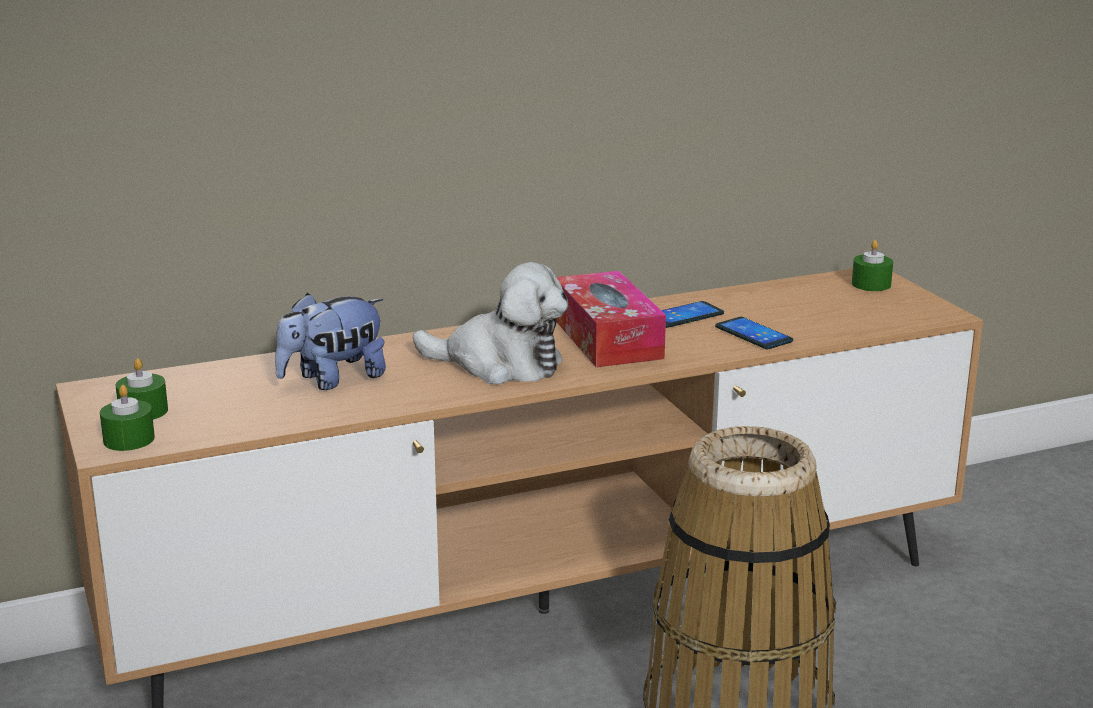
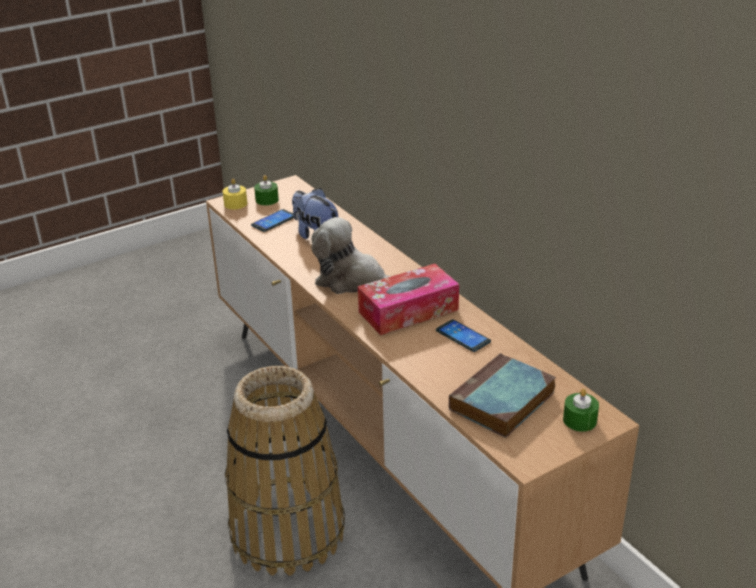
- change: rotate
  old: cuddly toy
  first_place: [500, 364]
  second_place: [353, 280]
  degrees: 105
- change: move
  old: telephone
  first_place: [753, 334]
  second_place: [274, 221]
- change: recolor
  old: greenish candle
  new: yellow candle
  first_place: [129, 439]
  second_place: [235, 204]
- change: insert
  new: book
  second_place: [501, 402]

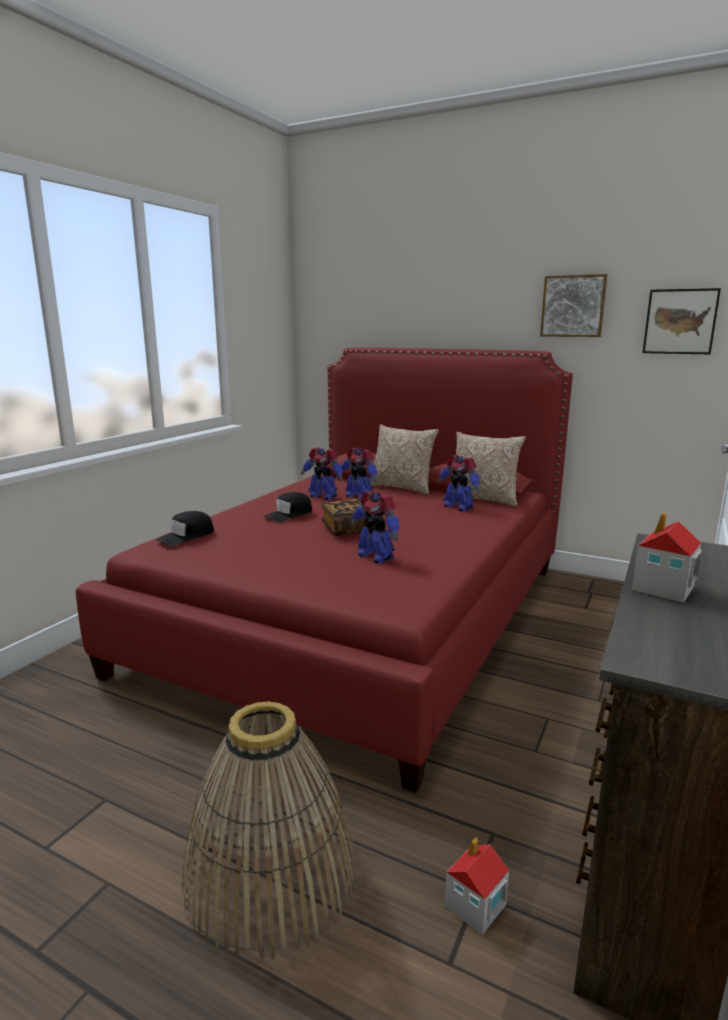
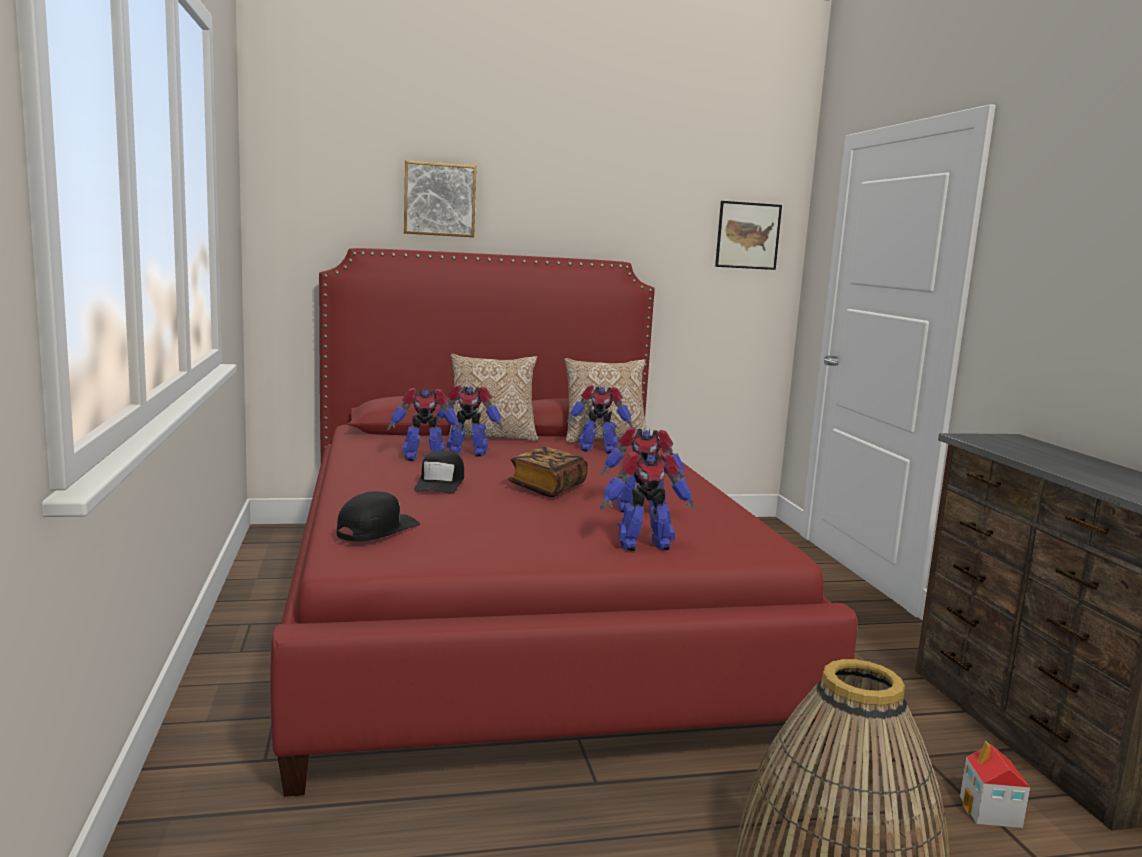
- change: move
  old: wall picture
  first_place: [573, 306]
  second_place: [439, 199]
- change: rotate
  old: black baseball cap
  first_place: [186, 536]
  second_place: [377, 529]
  degrees: -150
- change: delete
  old: model house
  first_place: [662, 588]
- change: insert
  new: model robot
  second_place: [643, 545]

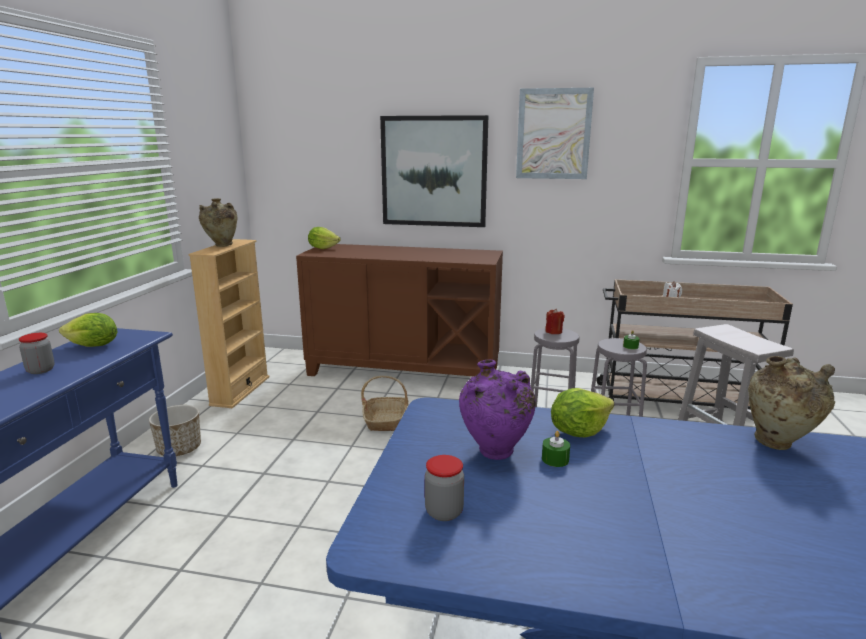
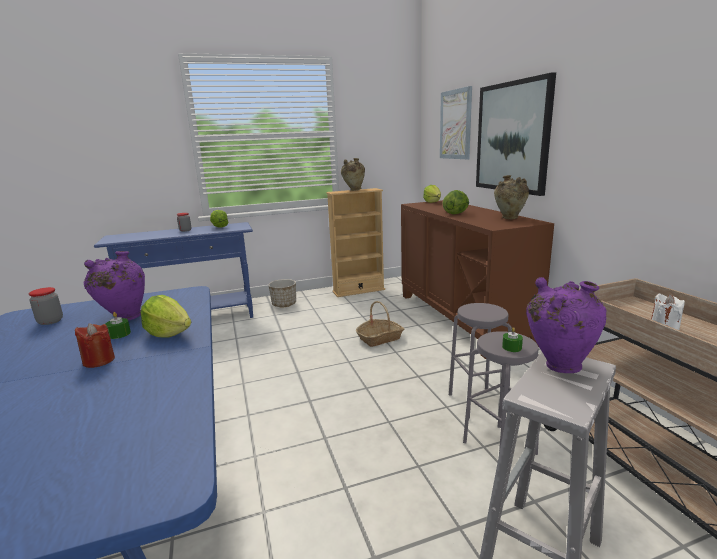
- change: move
  old: wall picture
  first_place: [553, 134]
  second_place: [455, 124]
- change: move
  old: reddish candle
  first_place: [553, 332]
  second_place: [99, 361]
- change: move
  old: beige-coloured flower vase
  first_place: [778, 445]
  second_place: [509, 218]
- change: insert
  new: lettuce
  second_place: [456, 213]
- change: insert
  new: purple flower vase
  second_place: [559, 365]

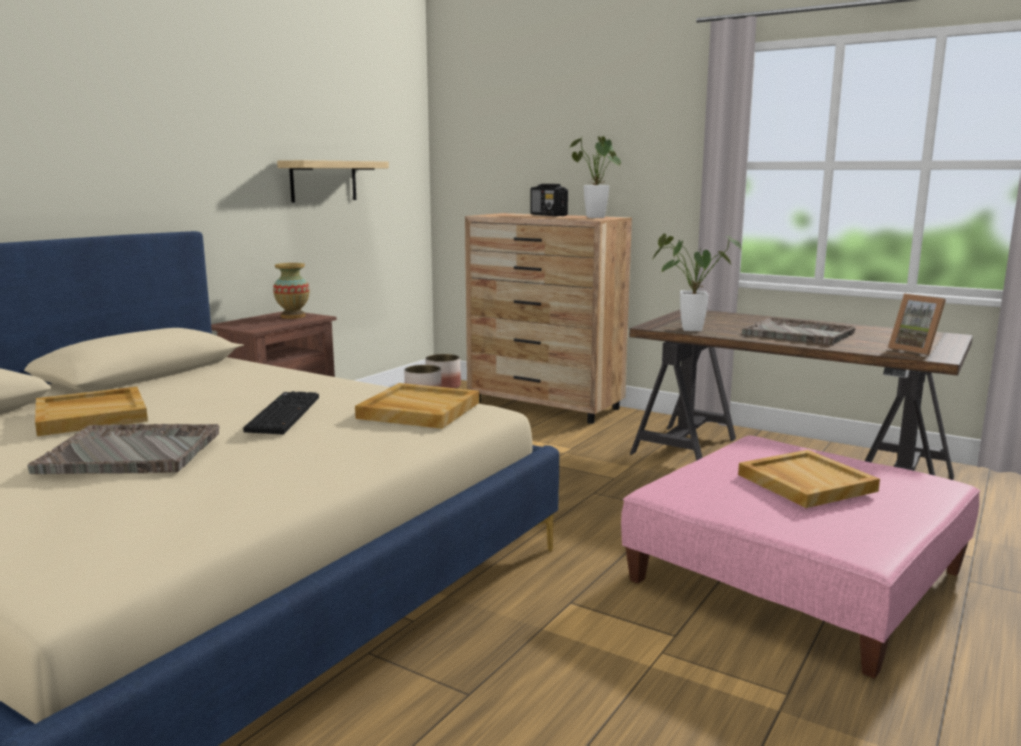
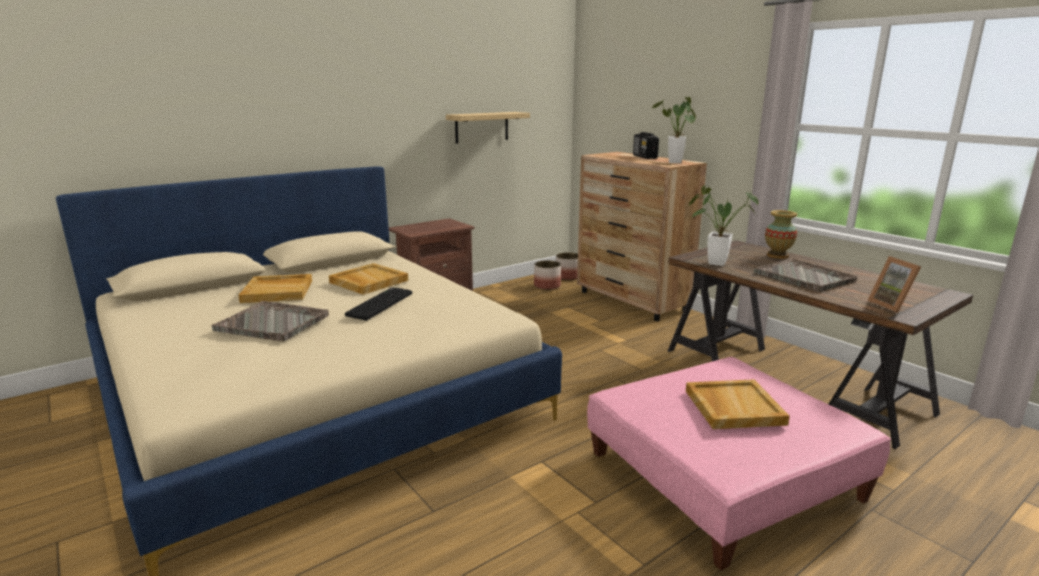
- change: move
  old: flower vase
  first_place: [293, 316]
  second_place: [777, 256]
- change: move
  old: beige-coloured carrying tray
  first_place: [418, 410]
  second_place: [368, 281]

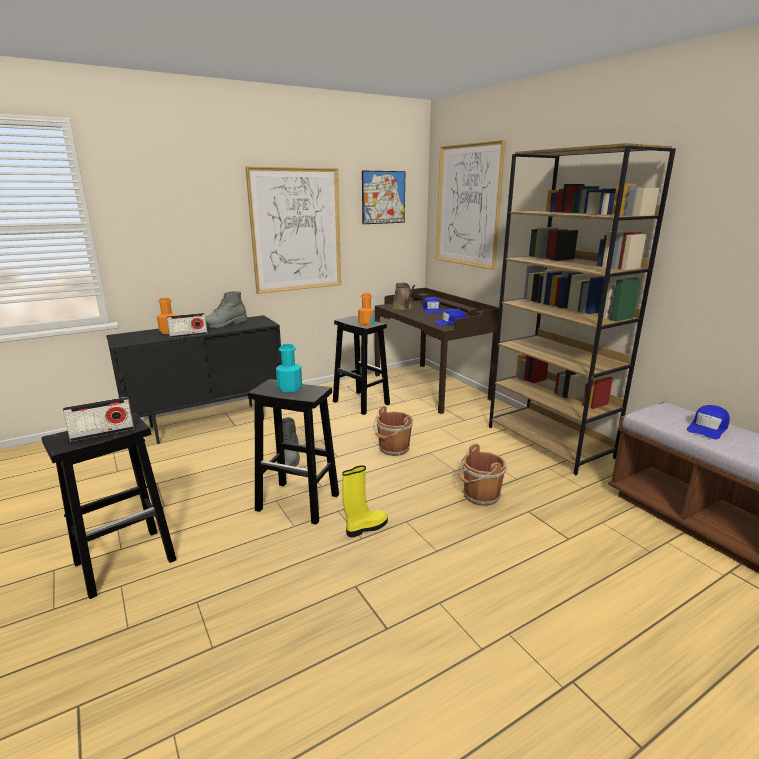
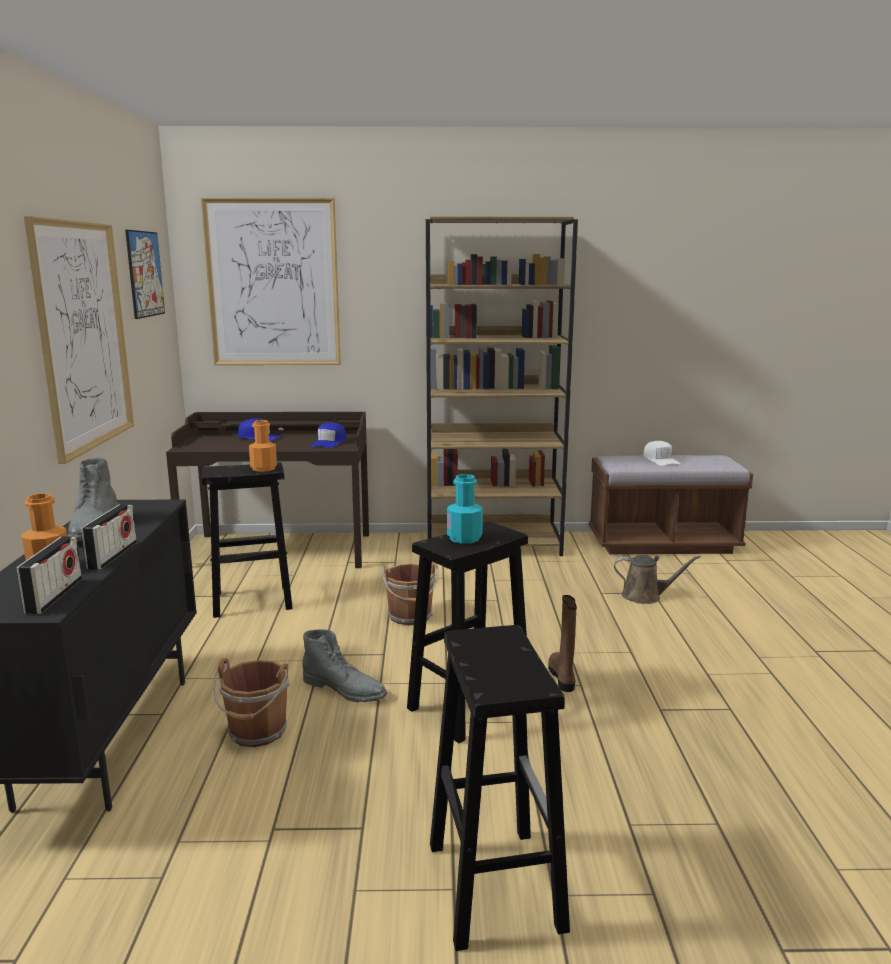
- change: move
  old: brownish sprinkling can
  first_place: [403, 308]
  second_place: [645, 596]
- change: move
  old: radio
  first_place: [103, 433]
  second_place: [54, 596]
- change: recolor
  old: blue-coloured baseball cap
  new: white-coloured baseball cap
  first_place: [708, 428]
  second_place: [660, 460]
- change: move
  old: brownish bucket
  first_place: [480, 496]
  second_place: [257, 732]
- change: recolor
  old: yellow tall boot
  new: brownish tall boot
  first_place: [365, 528]
  second_place: [562, 677]

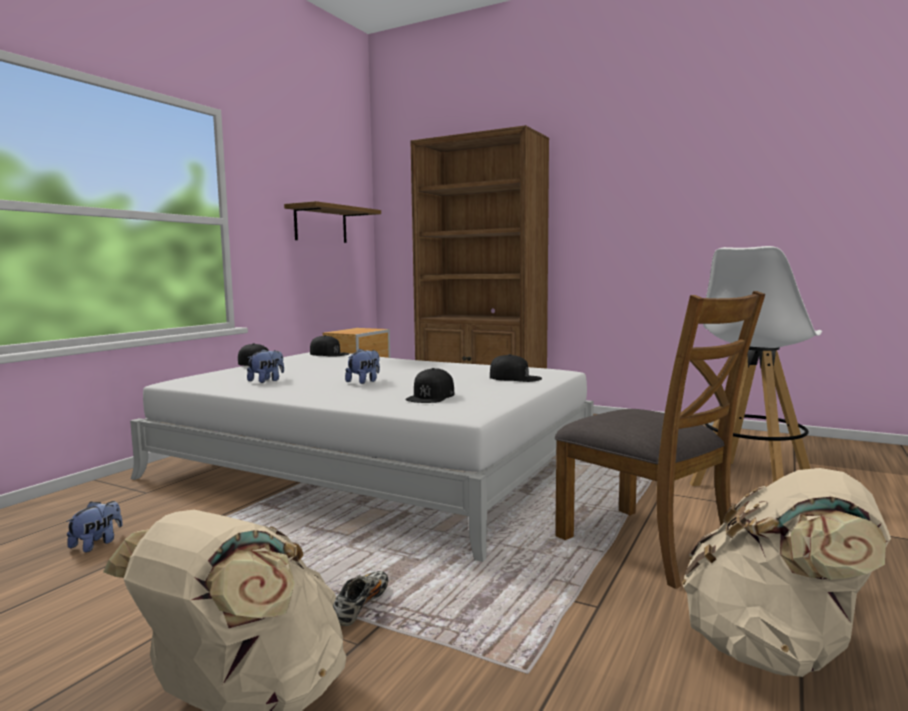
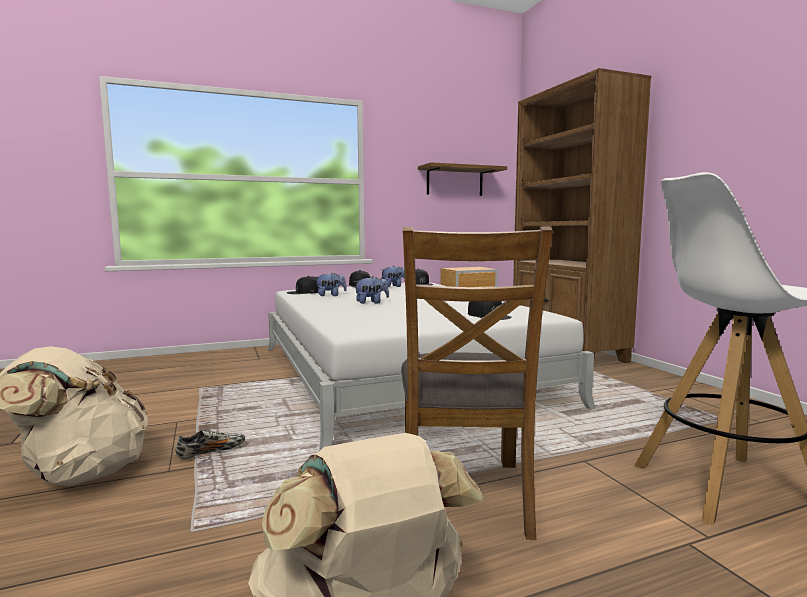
- change: move
  old: black baseball cap
  first_place: [431, 396]
  second_place: [305, 292]
- change: move
  old: cuddly toy
  first_place: [97, 544]
  second_place: [393, 286]

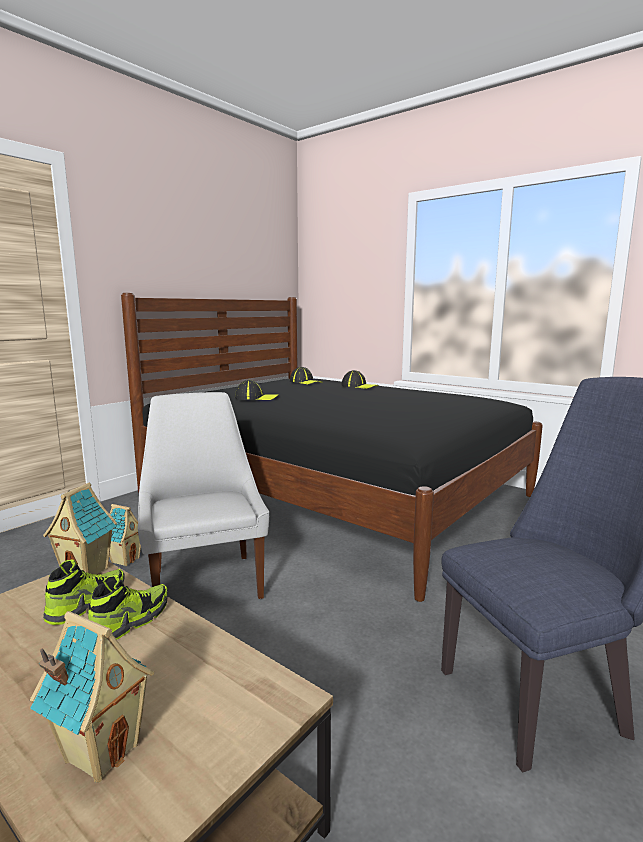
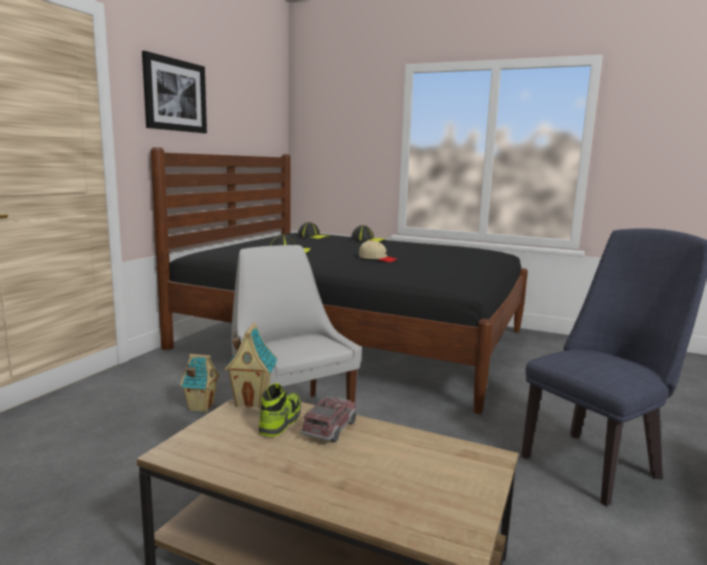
- change: replace
  old: shoe
  new: model truck
  first_place: [130, 621]
  second_place: [330, 429]
- change: delete
  old: model house
  first_place: [101, 751]
- change: insert
  new: wall picture
  second_place: [175, 95]
- change: insert
  new: beige-coloured baseball cap
  second_place: [377, 259]

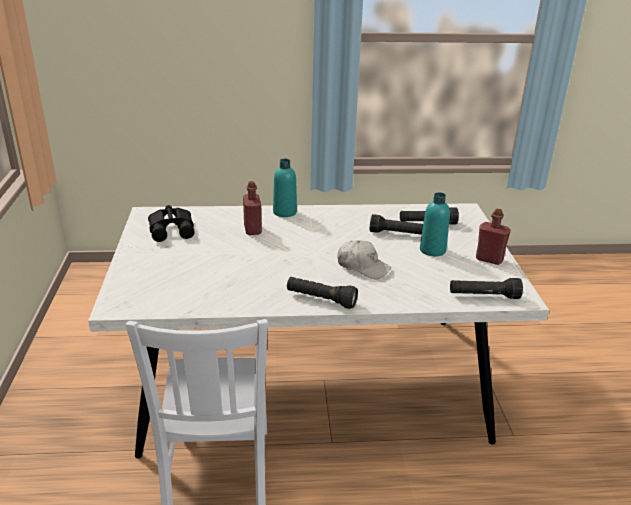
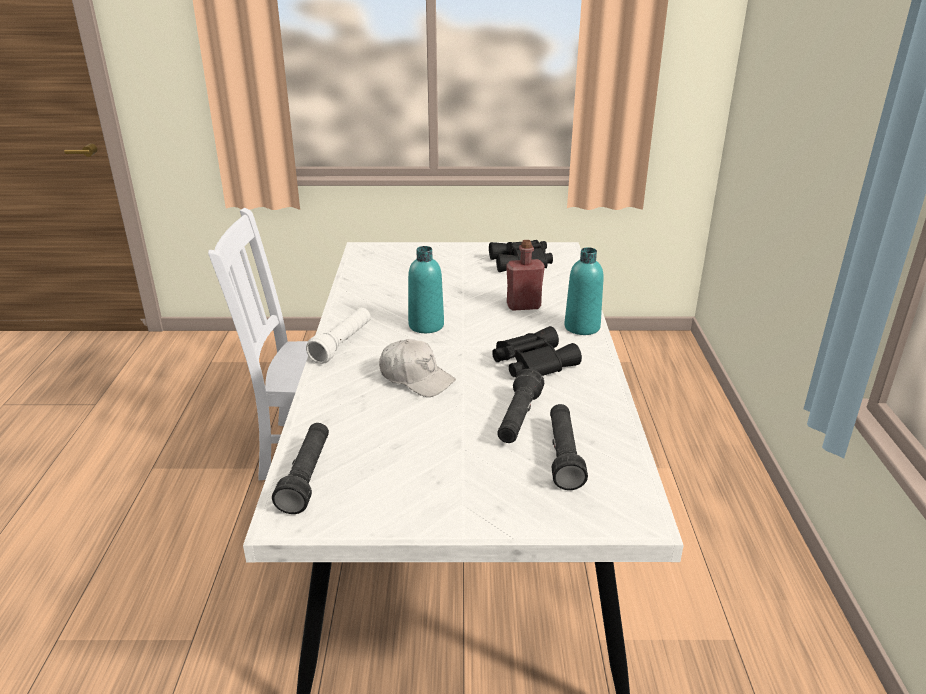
- change: move
  old: blue-green bottle
  first_place: [432, 250]
  second_place: [426, 325]
- change: delete
  old: reddish bottle
  first_place: [489, 259]
- change: rotate
  old: white-coloured baseball cap
  first_place: [363, 266]
  second_place: [416, 378]
  degrees: -90
- change: recolor
  old: black torch
  new: white-coloured torch
  first_place: [321, 300]
  second_place: [342, 344]
- change: insert
  new: black pair of binoculars
  second_place: [532, 362]

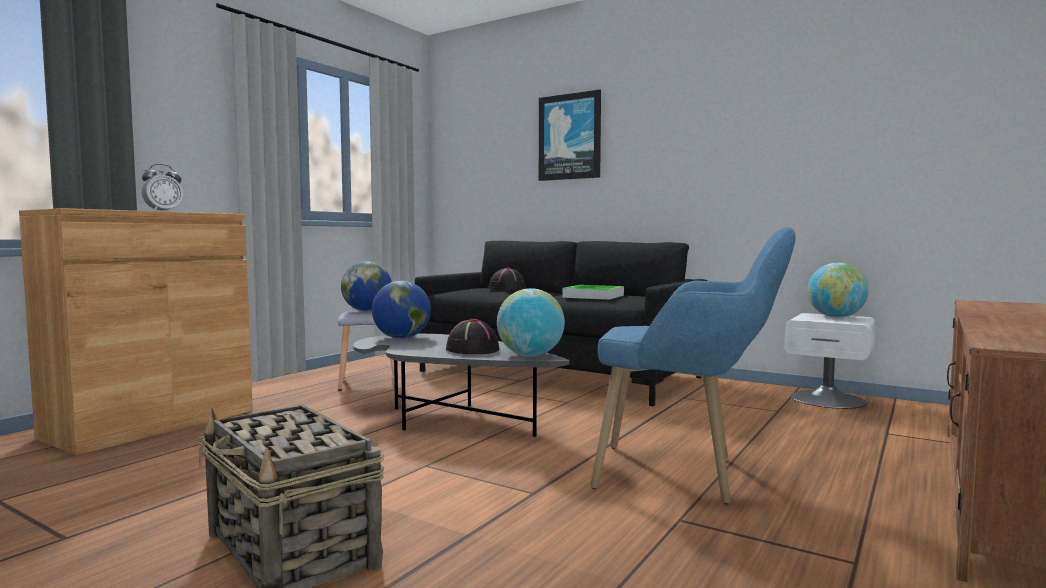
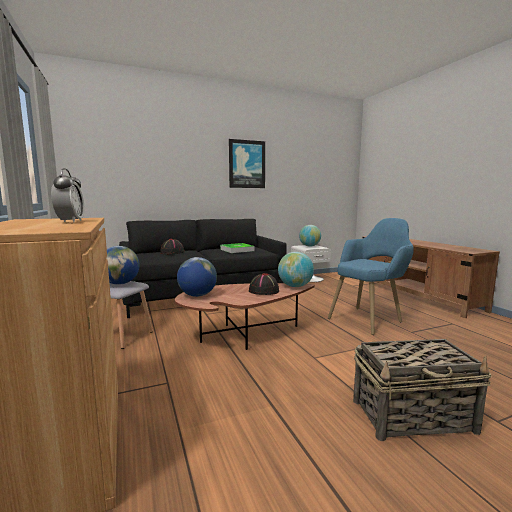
- change: move
  old: wall picture
  first_place: [570, 137]
  second_place: [247, 164]
- change: recolor
  old: grey coffee table
  new: brownish coffee table
  first_place: [449, 418]
  second_place: [242, 335]

